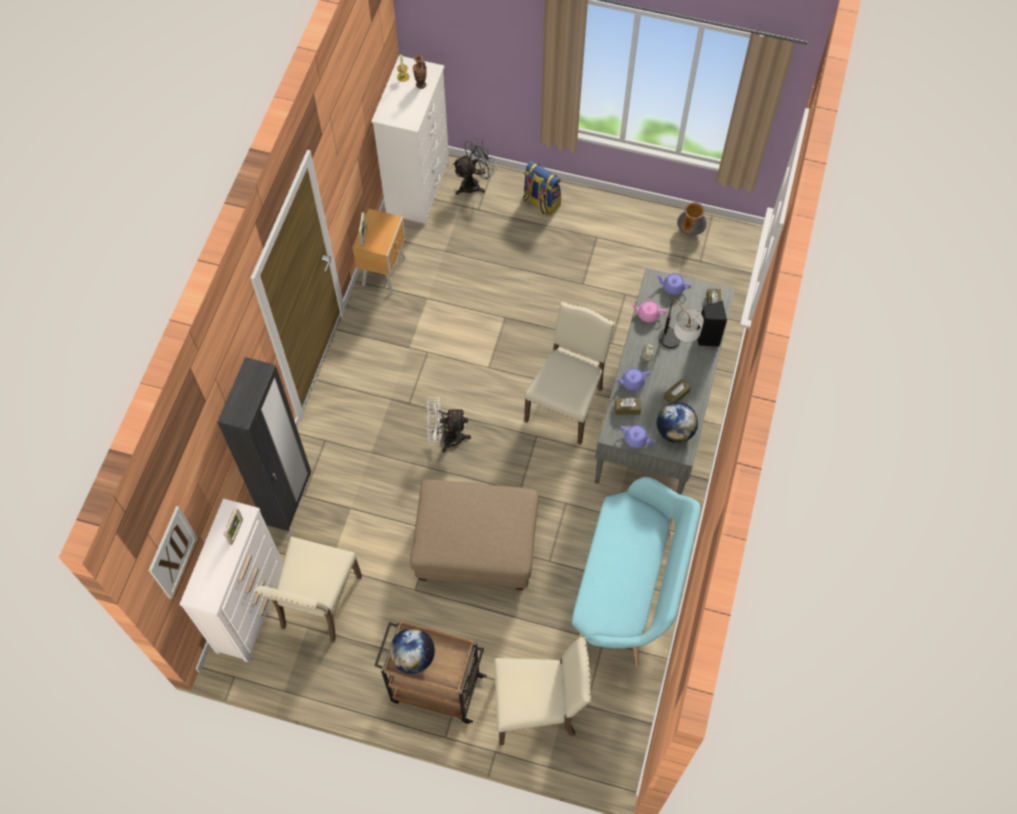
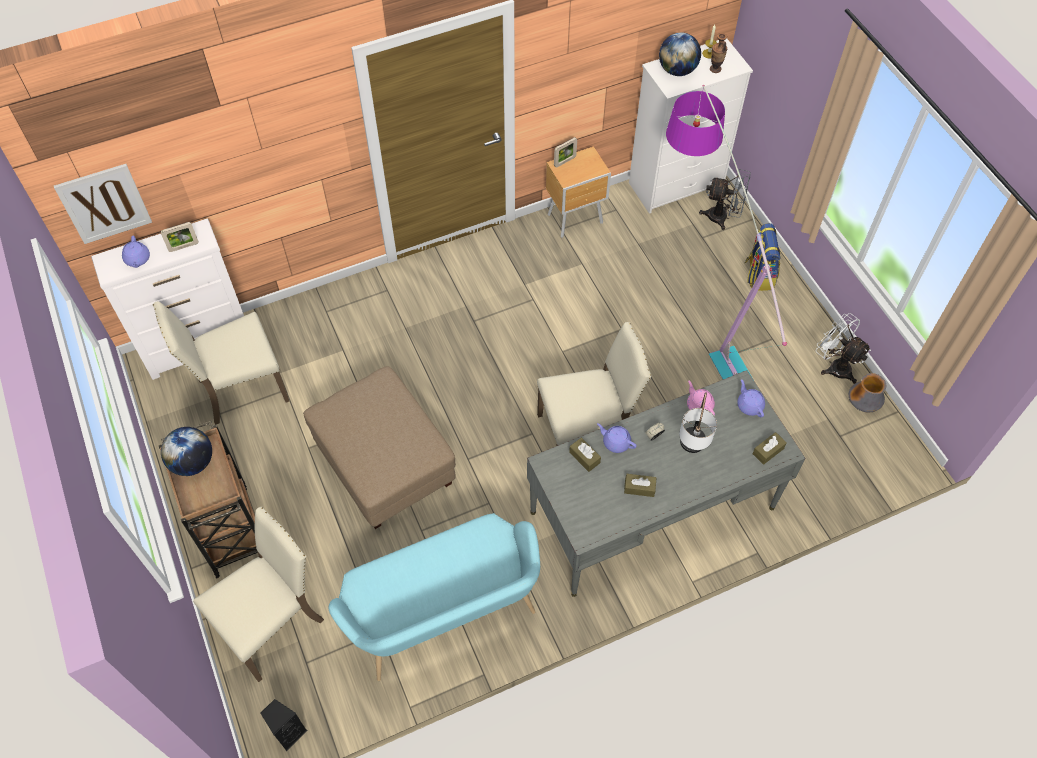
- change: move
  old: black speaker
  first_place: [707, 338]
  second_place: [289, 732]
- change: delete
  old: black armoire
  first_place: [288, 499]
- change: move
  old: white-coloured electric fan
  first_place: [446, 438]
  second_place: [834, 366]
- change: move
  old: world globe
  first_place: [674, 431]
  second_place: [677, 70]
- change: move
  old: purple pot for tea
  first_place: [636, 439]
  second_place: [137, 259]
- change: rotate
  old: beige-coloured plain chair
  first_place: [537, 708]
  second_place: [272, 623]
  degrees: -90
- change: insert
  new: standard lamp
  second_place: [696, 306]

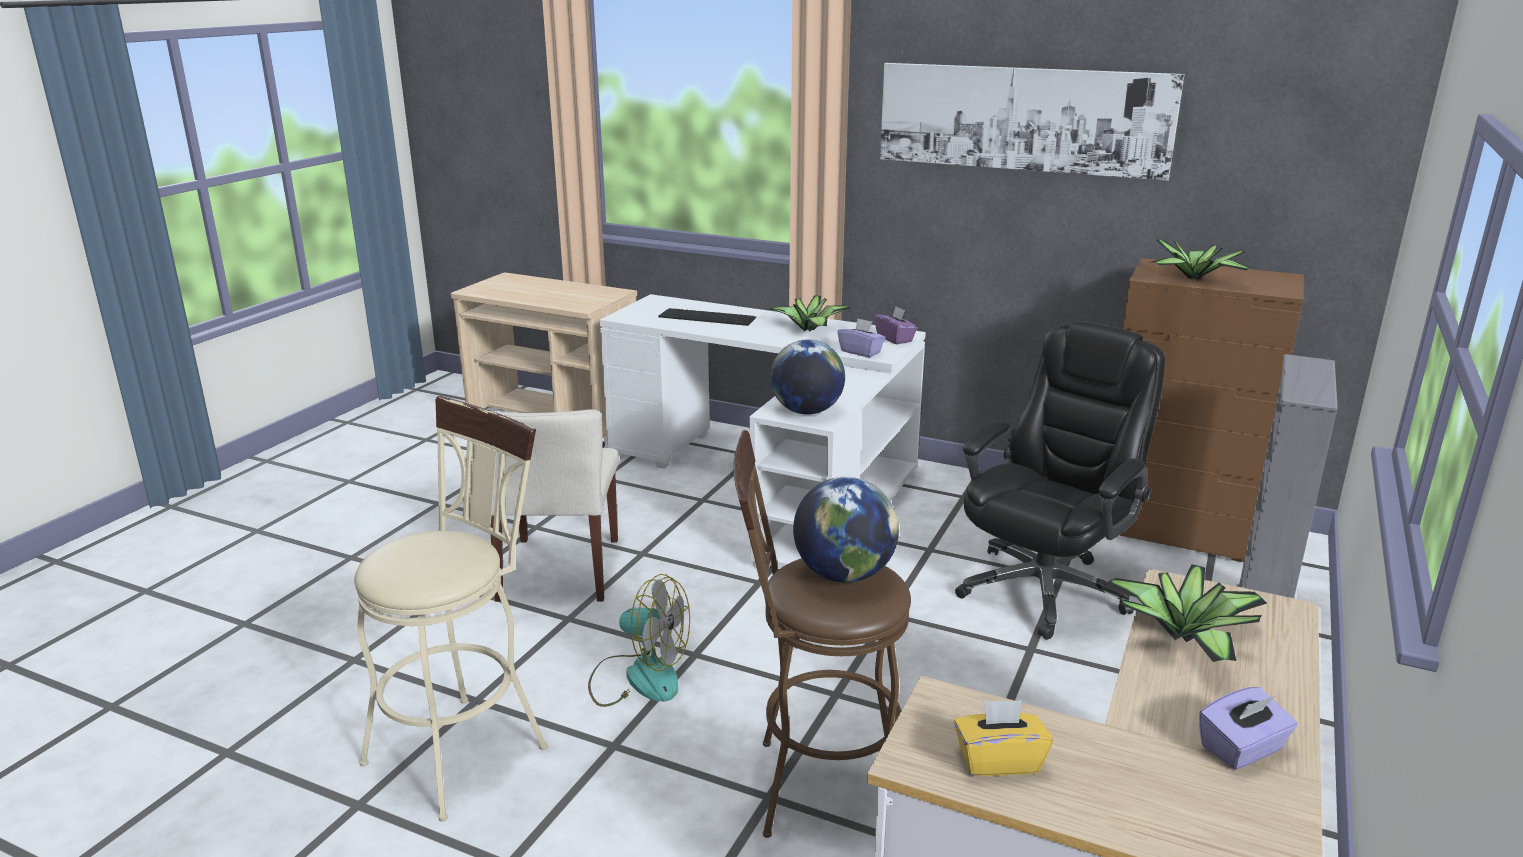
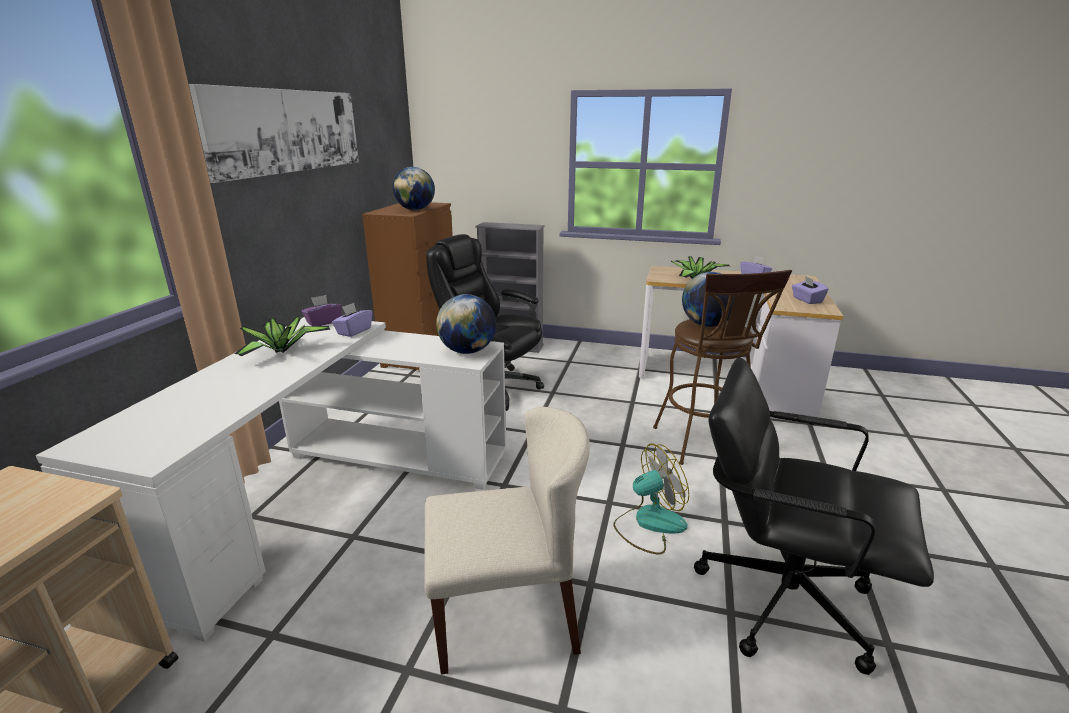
- change: replace
  old: houseplant
  new: world globe
  first_place: [1196, 279]
  second_place: [415, 209]
- change: delete
  old: computer keyboard
  first_place: [707, 317]
- change: replace
  old: beige-coloured stool
  new: black office chair
  first_place: [466, 746]
  second_place: [782, 598]
- change: rotate
  old: electric fan
  first_place: [639, 677]
  second_place: [649, 524]
  degrees: 60
- change: recolor
  old: yellow tissue holder
  new: purple tissue holder
  first_place: [998, 760]
  second_place: [806, 300]

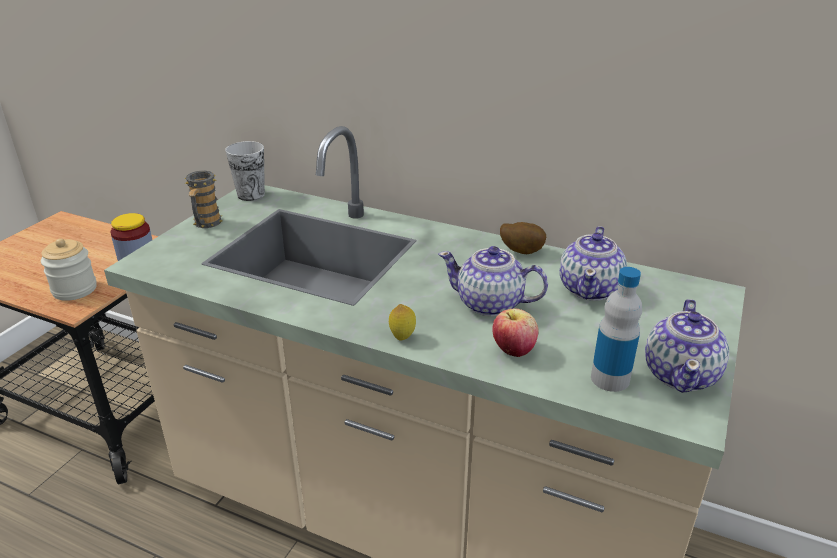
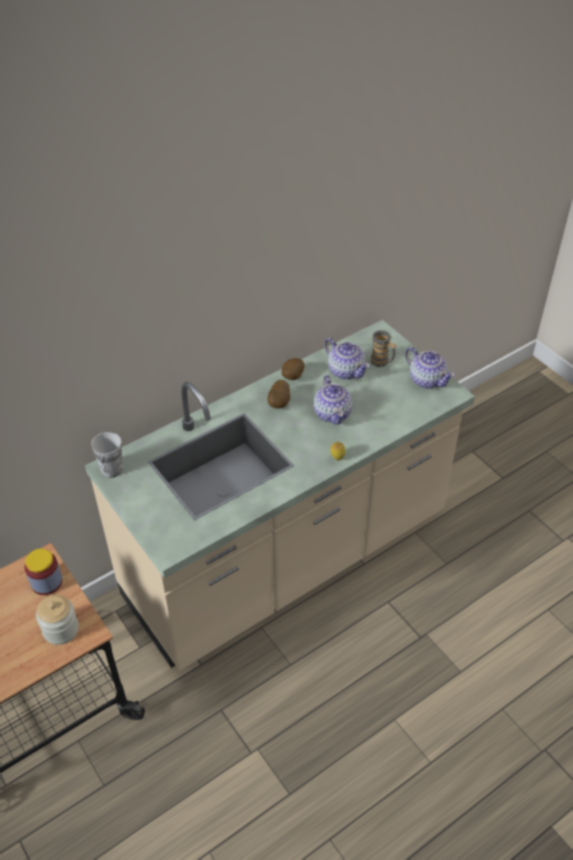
- change: move
  old: coffee mug
  first_place: [206, 224]
  second_place: [382, 362]
- change: rotate
  old: pot for tea
  first_place: [490, 304]
  second_place: [332, 413]
  degrees: -60
- change: delete
  old: bottle
  first_place: [610, 379]
- change: delete
  old: apple
  first_place: [513, 350]
- change: insert
  new: spud
  second_place: [279, 403]

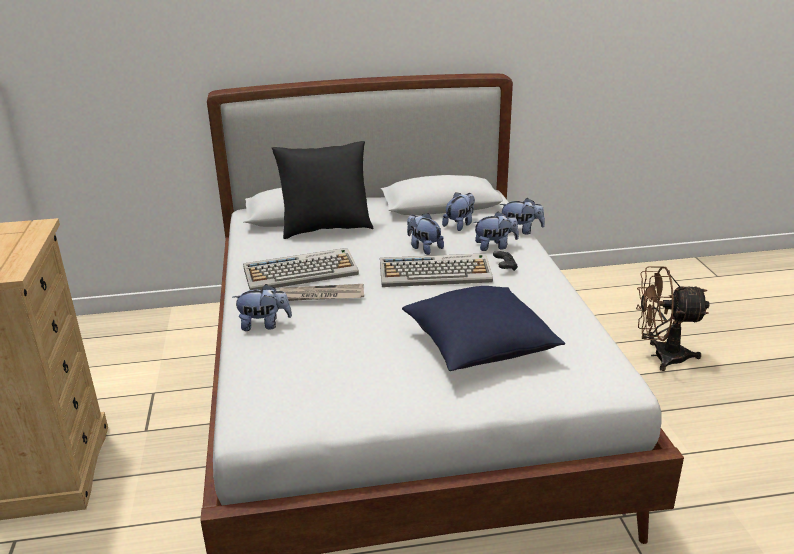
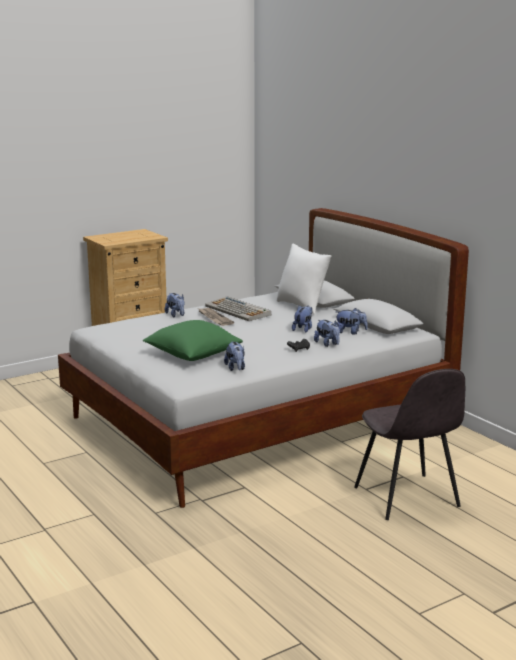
- change: recolor
  old: black throw pillow
  new: white-coloured throw pillow
  first_place: [326, 228]
  second_place: [302, 306]
- change: move
  old: cuddly toy
  first_place: [521, 231]
  second_place: [235, 368]
- change: delete
  old: computer keyboard
  first_place: [436, 272]
- change: replace
  old: brownish electric fan
  new: grey plain chair
  first_place: [661, 356]
  second_place: [407, 498]
- change: recolor
  old: blue-coloured throw pillow
  new: greenish throw pillow
  first_place: [479, 348]
  second_place: [192, 355]

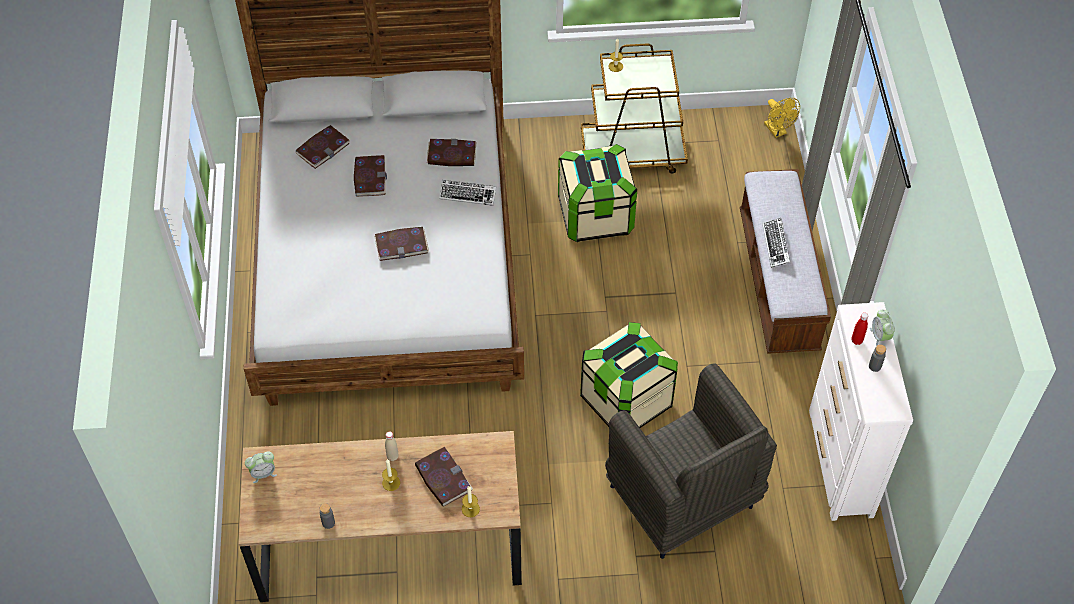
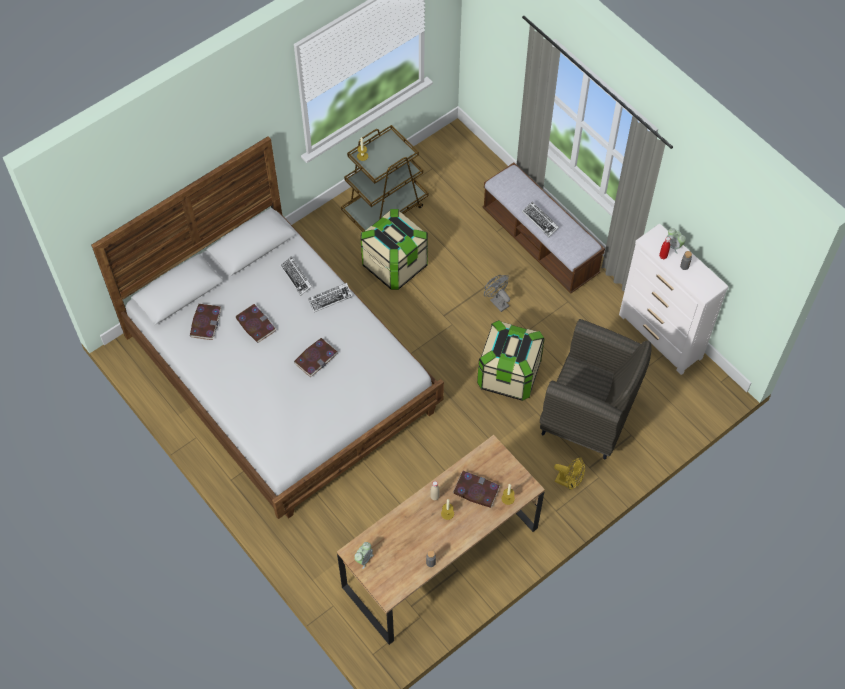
- change: move
  old: yellow electric fan
  first_place: [777, 131]
  second_place: [569, 482]
- change: replace
  old: book
  new: computer keyboard
  first_place: [451, 155]
  second_place: [296, 277]
- change: insert
  new: grey electric fan
  second_place: [497, 301]

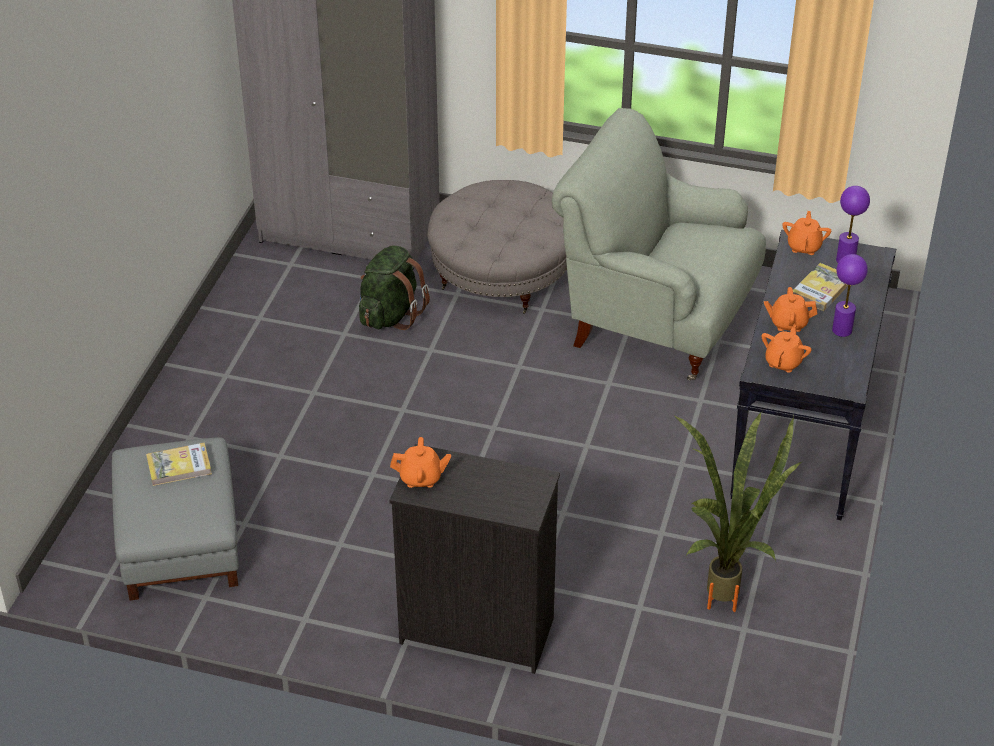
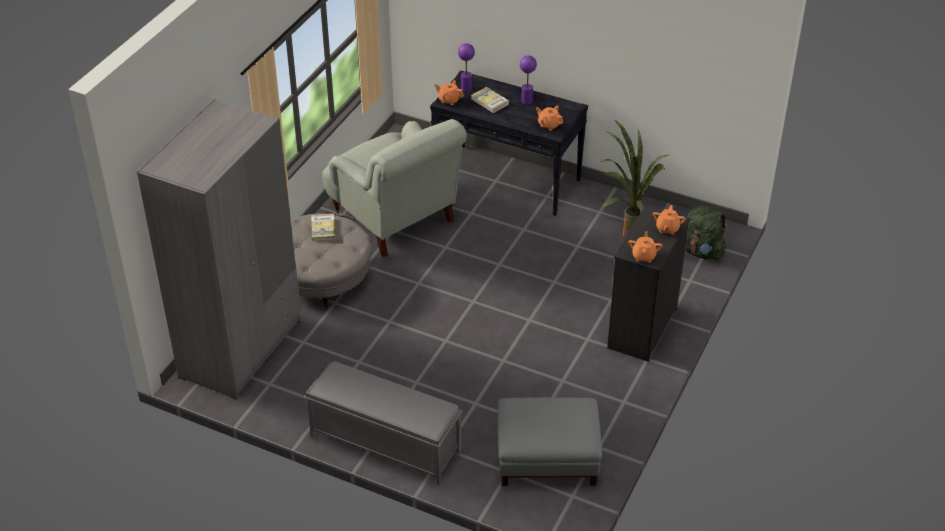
- change: rotate
  old: grey easy chair
  first_place: [656, 323]
  second_place: [395, 219]
  degrees: -75
- change: move
  old: greenish rucksack
  first_place: [390, 315]
  second_place: [700, 251]
- change: move
  old: orangey pot for tea
  first_place: [788, 323]
  second_place: [667, 229]
- change: move
  old: book
  first_place: [179, 466]
  second_place: [323, 229]
- change: insert
  new: grey long seat
  second_place: [384, 443]

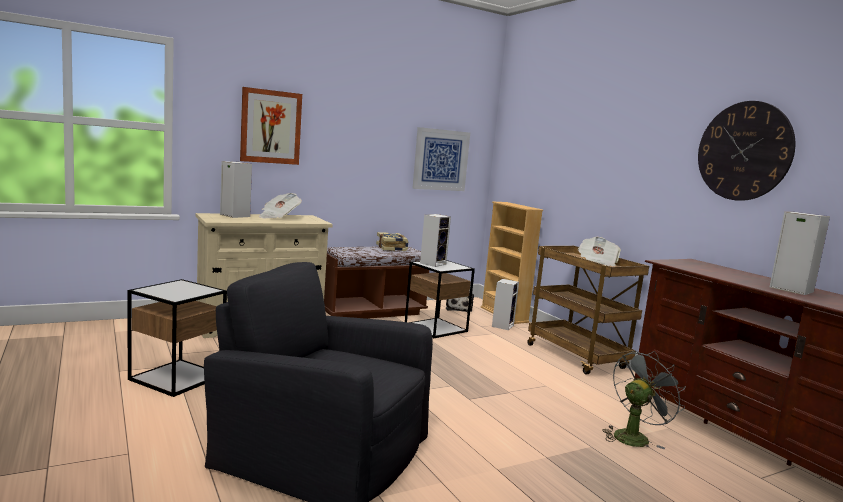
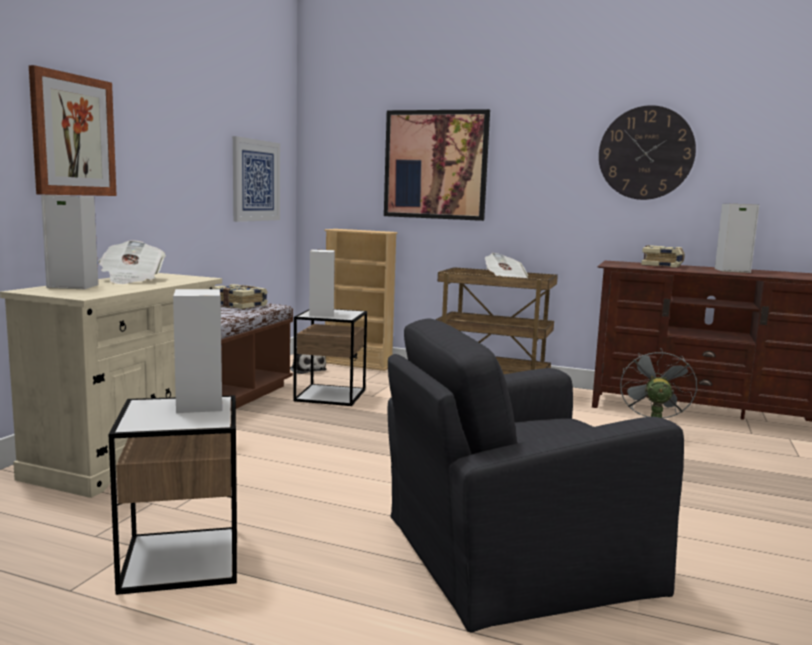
- change: move
  old: speaker
  first_place: [502, 325]
  second_place: [198, 404]
- change: insert
  new: wall picture
  second_place: [435, 165]
- change: insert
  new: book
  second_place: [663, 265]

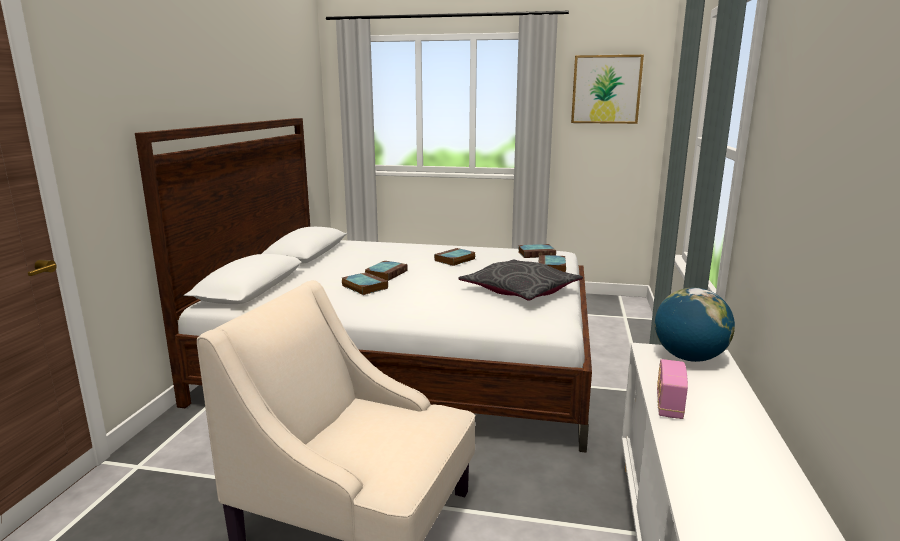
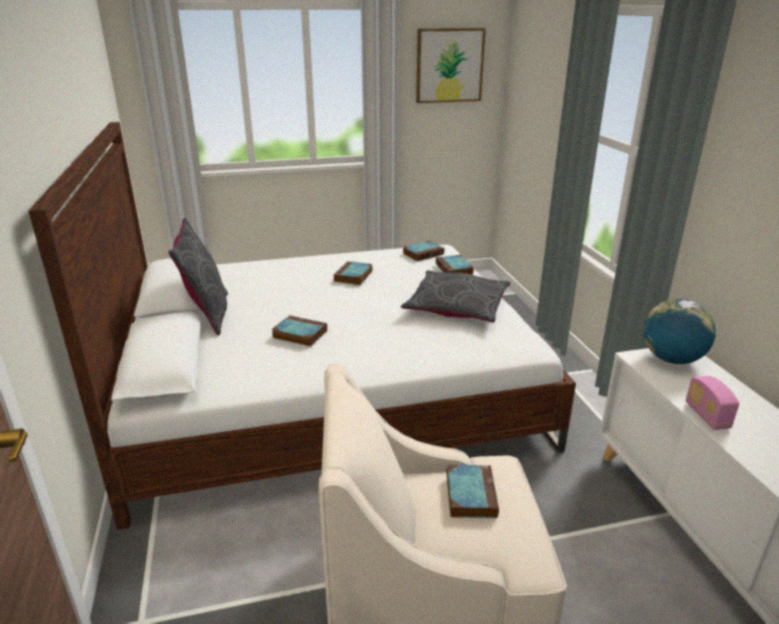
- change: move
  old: book
  first_place: [386, 273]
  second_place: [470, 494]
- change: insert
  new: grey throw pillow
  second_place: [207, 314]

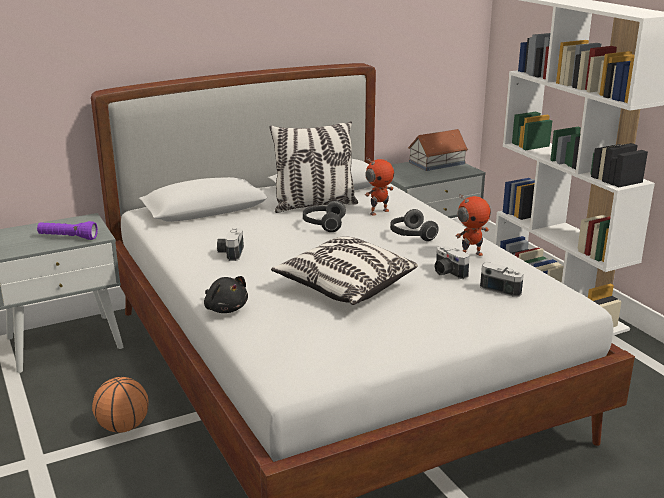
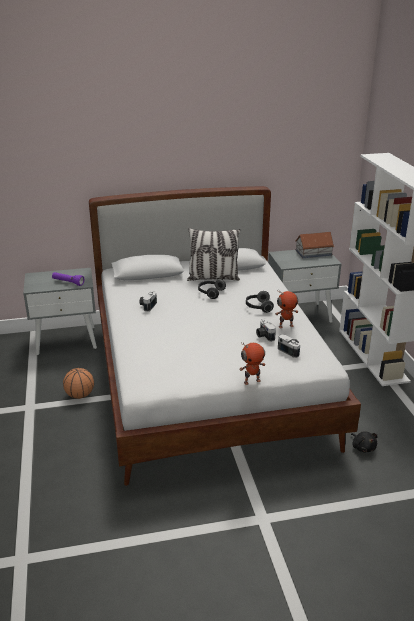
- change: move
  old: model robot
  first_place: [378, 212]
  second_place: [252, 381]
- change: delete
  old: throw pillow
  first_place: [344, 286]
- change: move
  old: black cuddly toy
  first_place: [225, 308]
  second_place: [363, 447]

